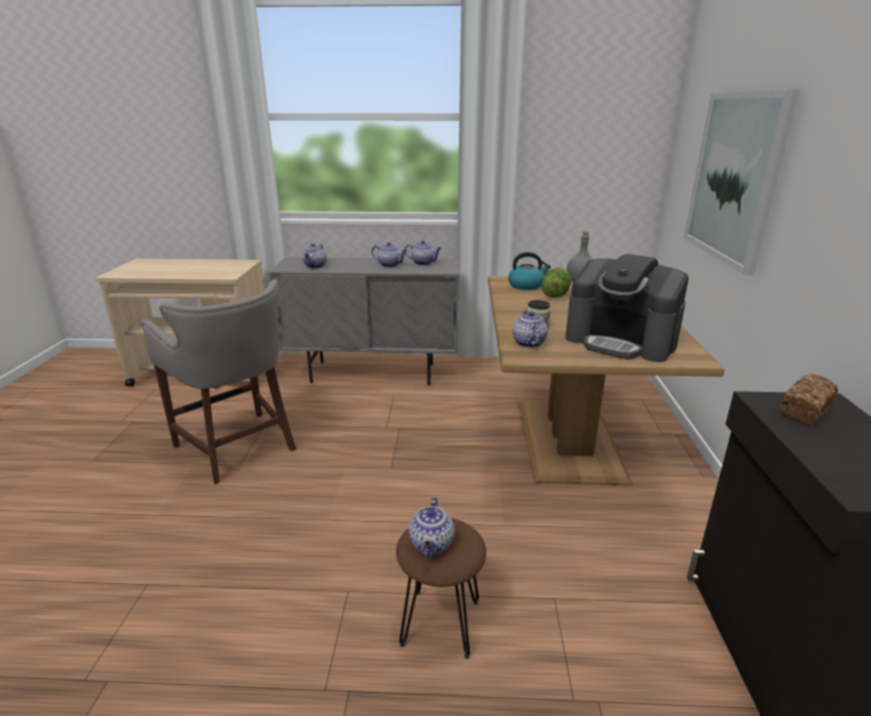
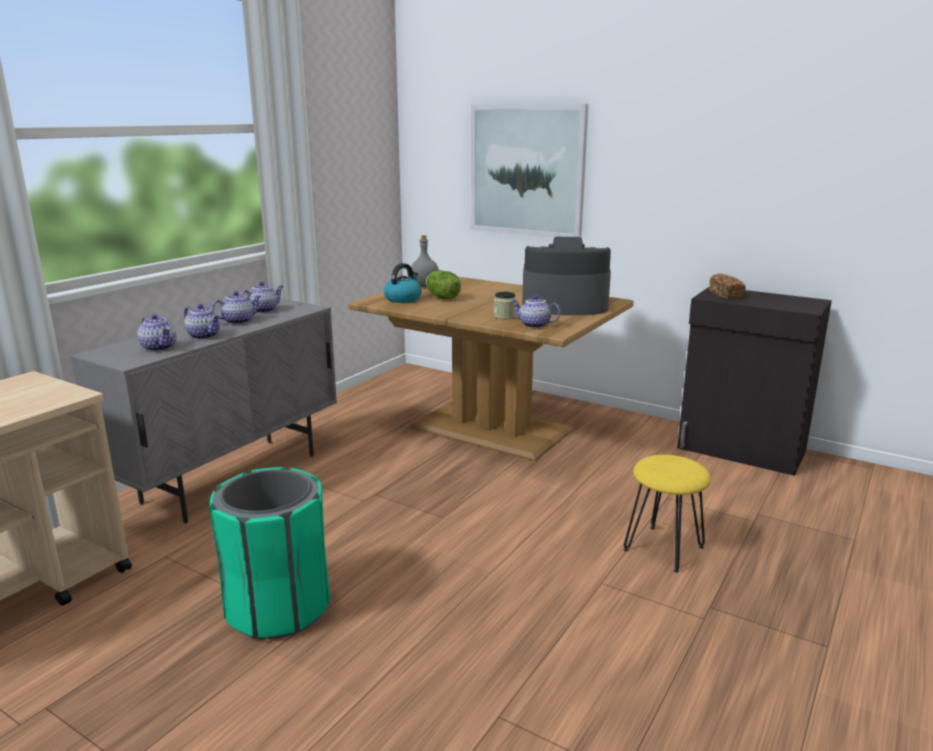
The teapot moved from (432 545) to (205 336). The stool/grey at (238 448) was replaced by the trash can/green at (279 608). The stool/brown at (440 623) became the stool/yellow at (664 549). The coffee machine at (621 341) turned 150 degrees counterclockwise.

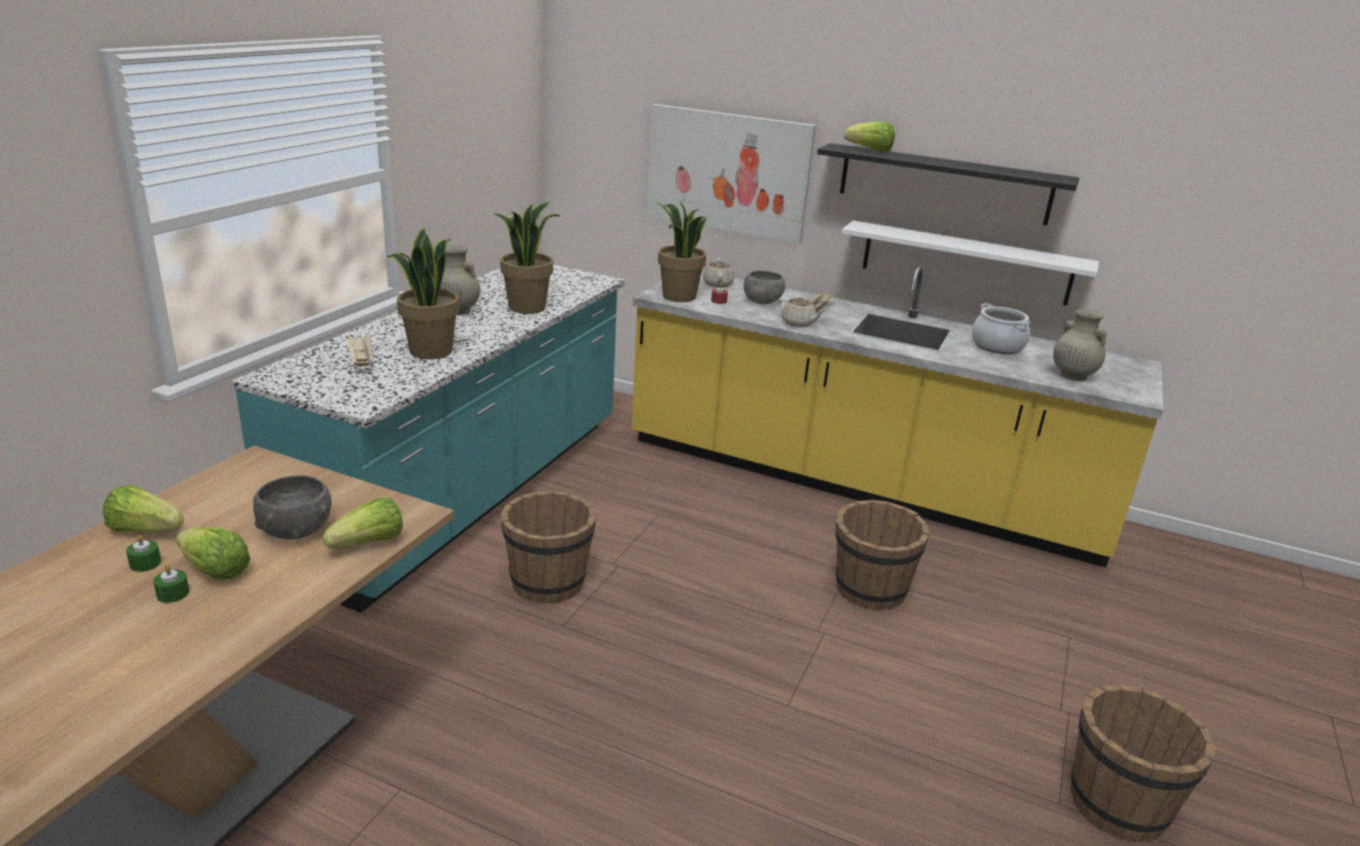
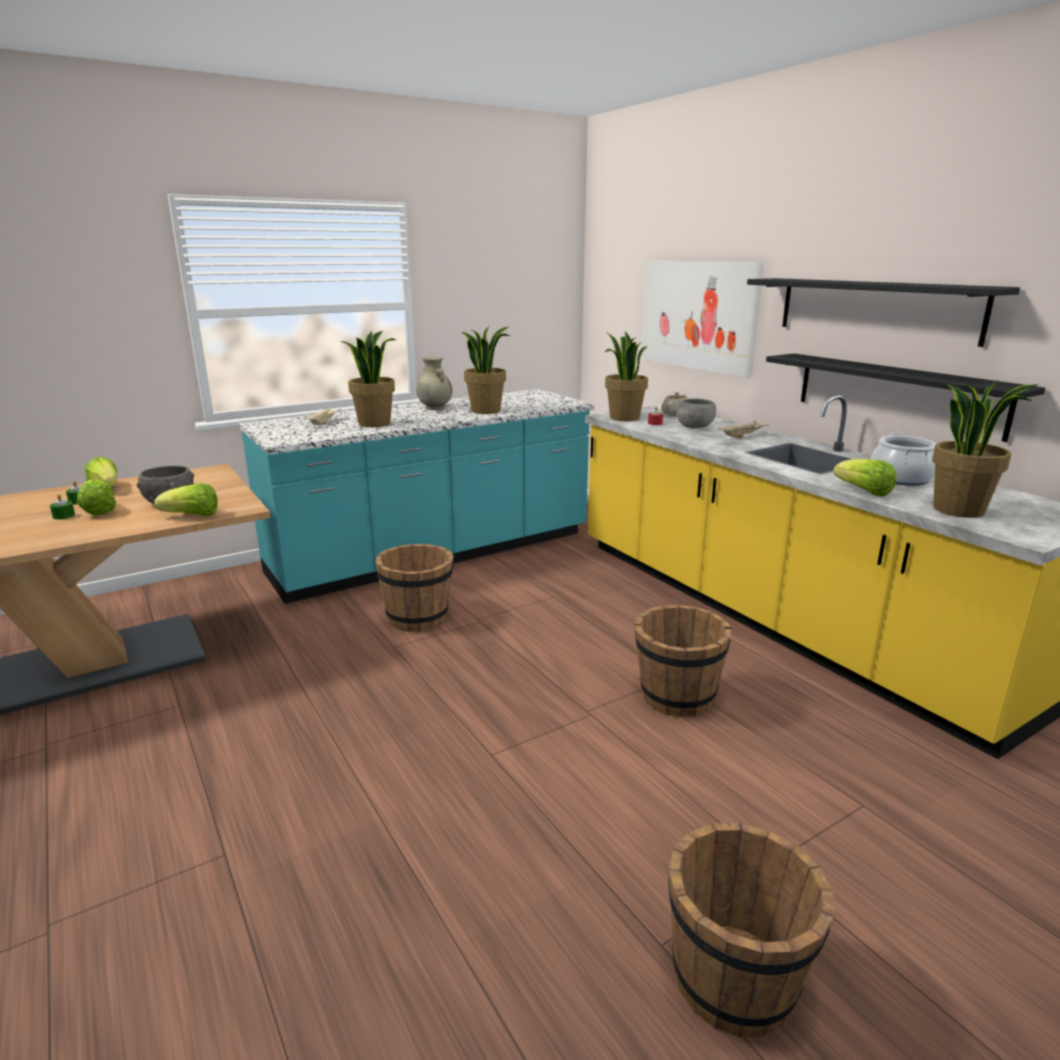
The teapot/beige at (798 323) disappeared. The lettuce moved from (870 150) to (864 492). The vase/beige at (1072 375) was replaced by the potted plant at (959 510). The shelf/white at (965 263) became the shelf/black at (896 393).

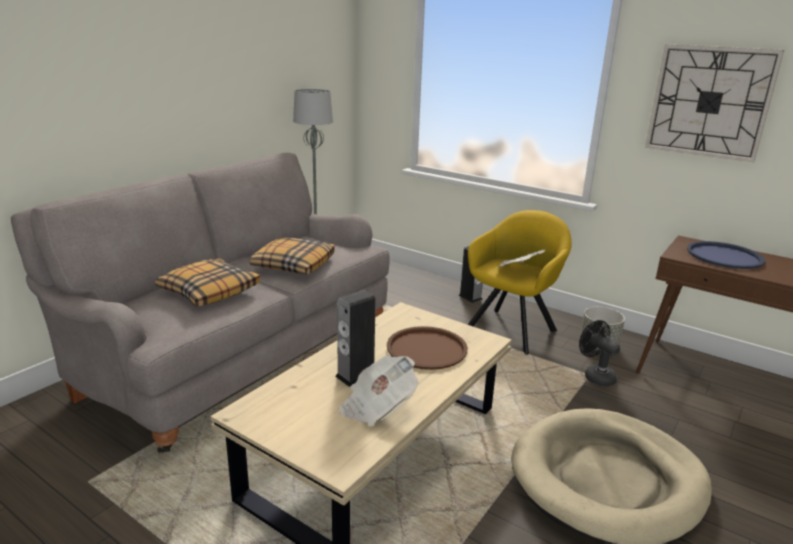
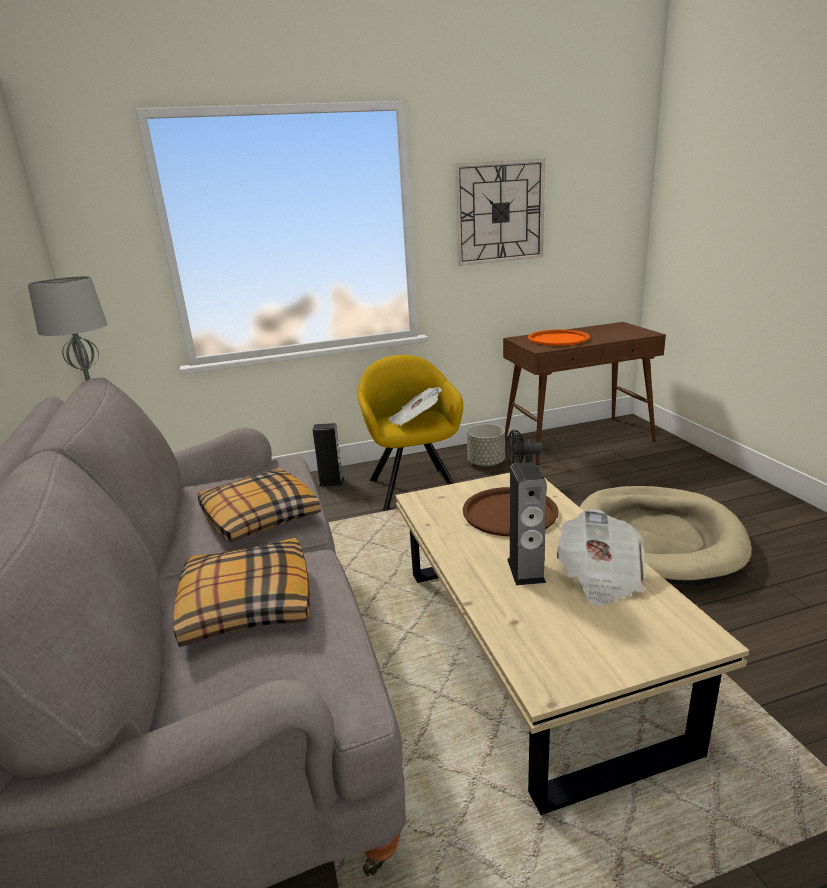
The tray/blue at (724 256) became the tray/orange at (558 339).

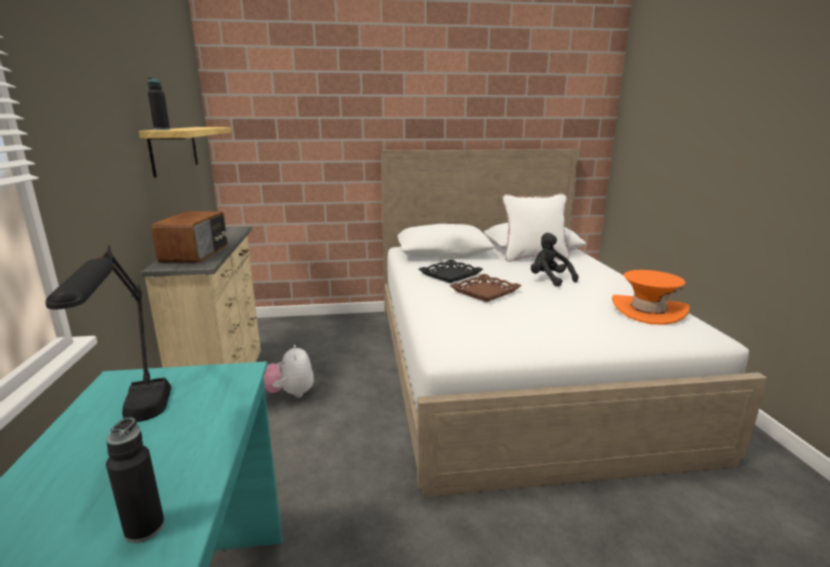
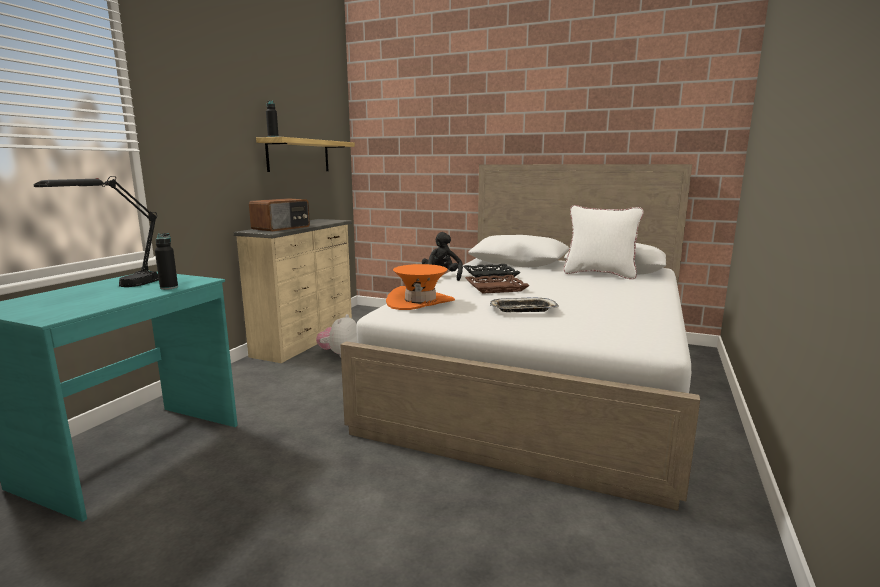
The tray at (522 310) appeared. The bottle/black moved from (144 528) to (169 288). The plush toy/black moved from (549 280) to (442 277). The hat/orange moved from (648 311) to (420 302).

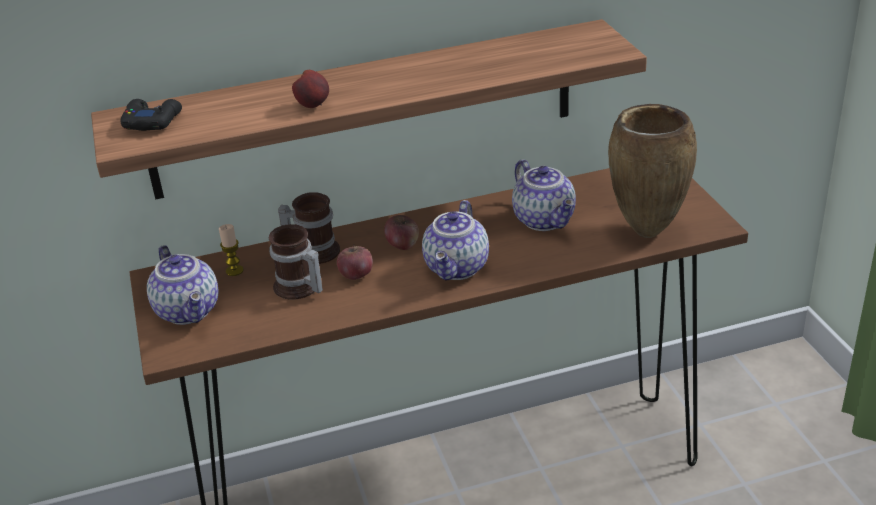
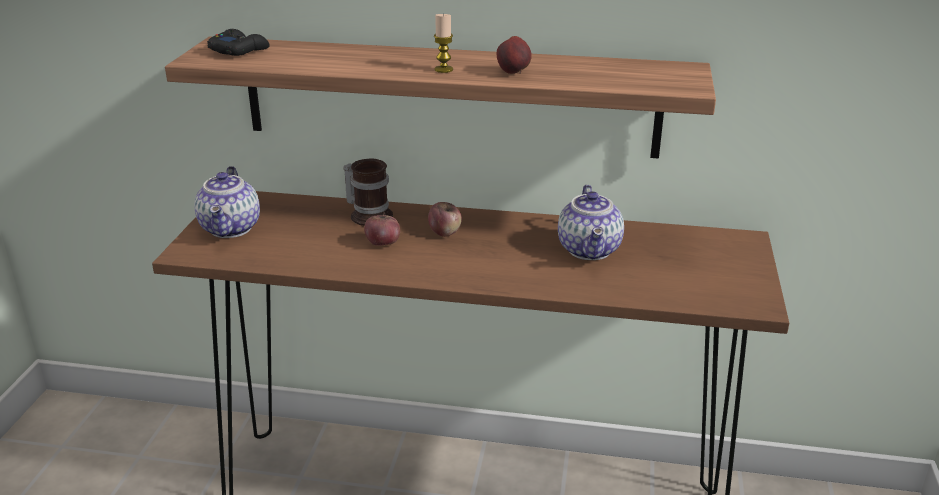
The mug at (298 288) disappeared. The teapot at (458 268) disappeared. The vase/brown at (645 233) disappeared. The candle moved from (234 271) to (443 69). The apple moved from (314 105) to (514 73).

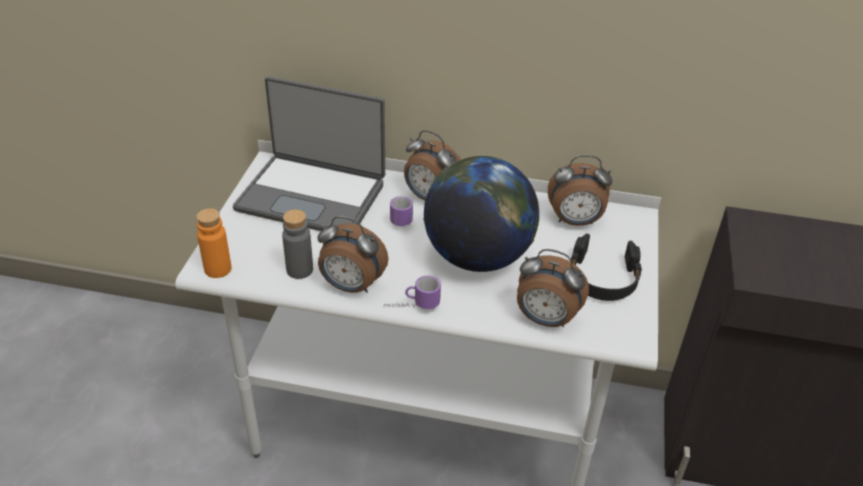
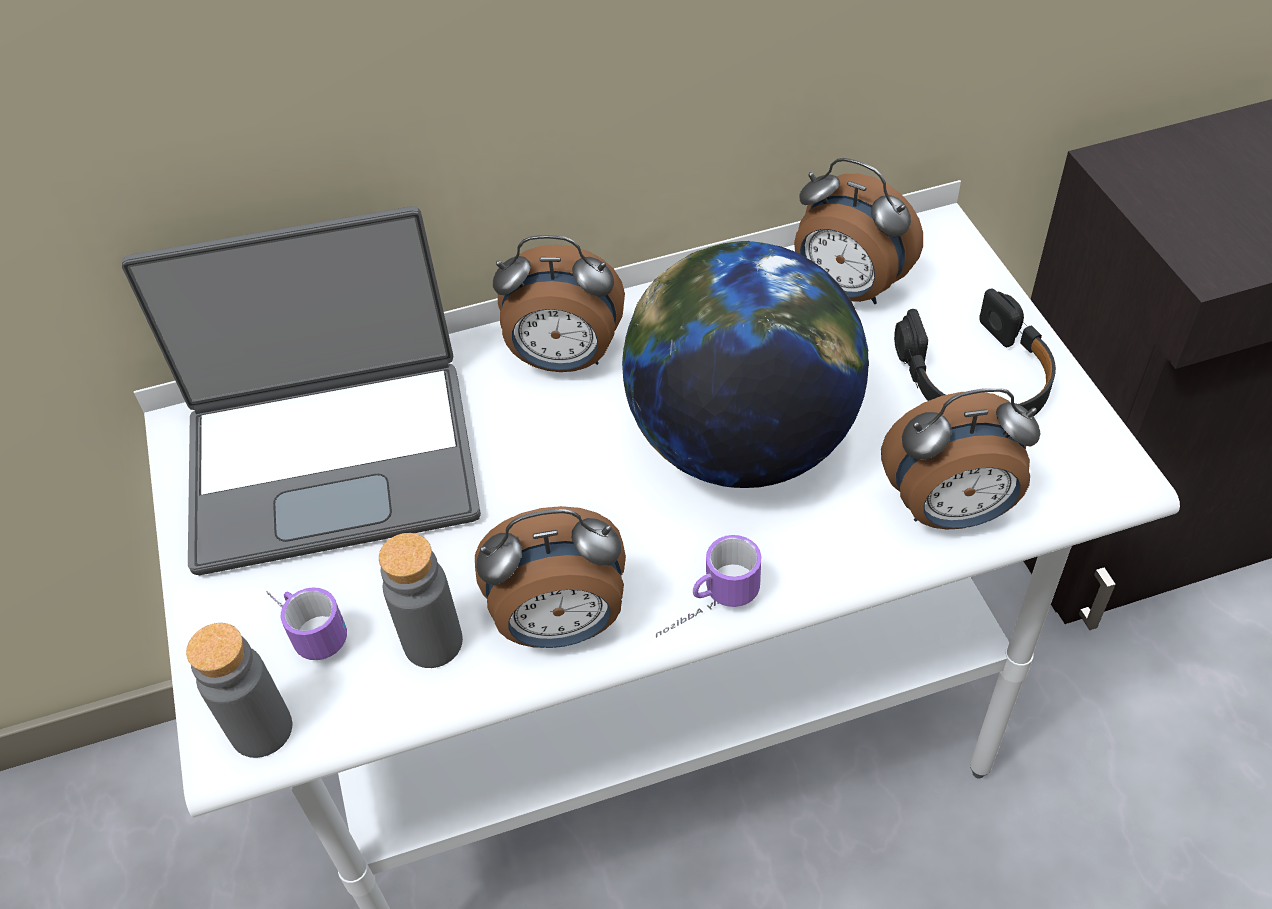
The mug moved from (397 216) to (305 627). The bottle/orange at (218 269) became the bottle/grey at (261 729). The alarm clock at (575 221) turned 60 degrees clockwise.

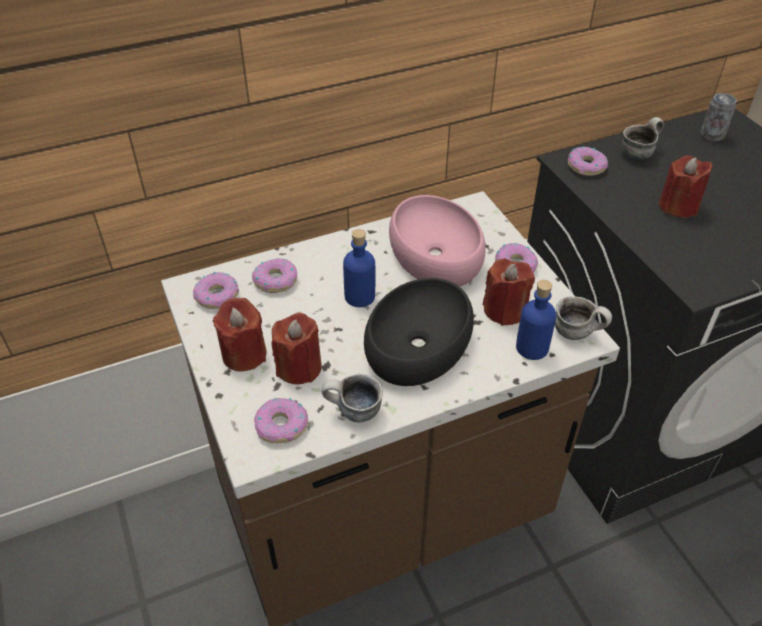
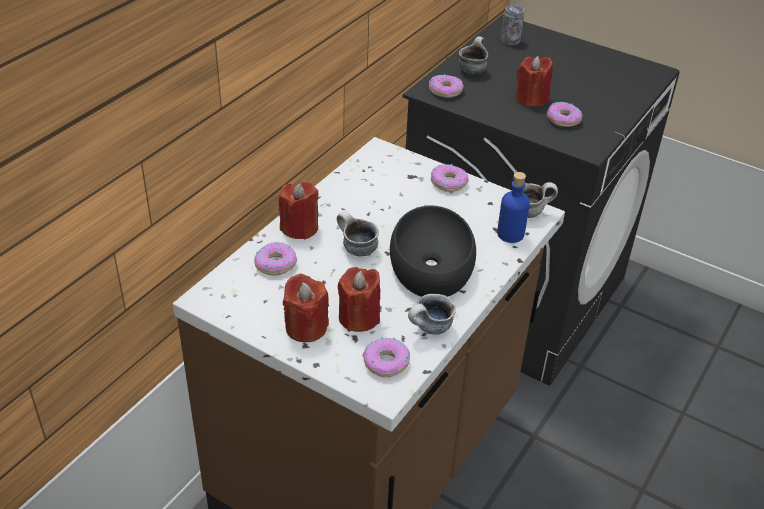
The bowl/pink at (433 254) disappeared. The donut moved from (217 296) to (563 119). The candle/red moved from (505 310) to (299 228). The bottle/blue at (360 296) was replaced by the mug at (355 249).

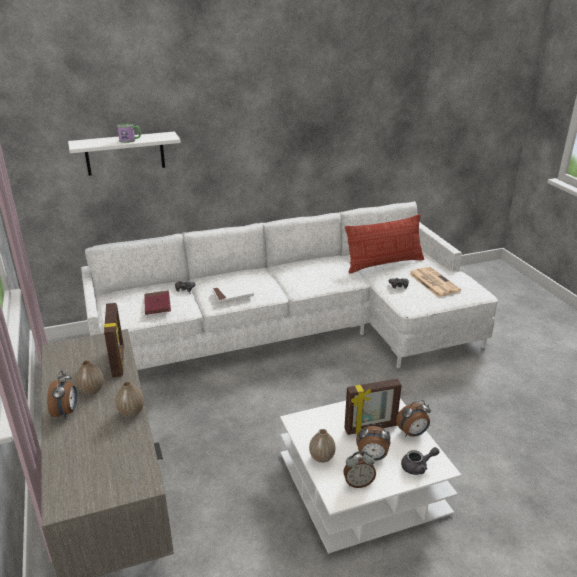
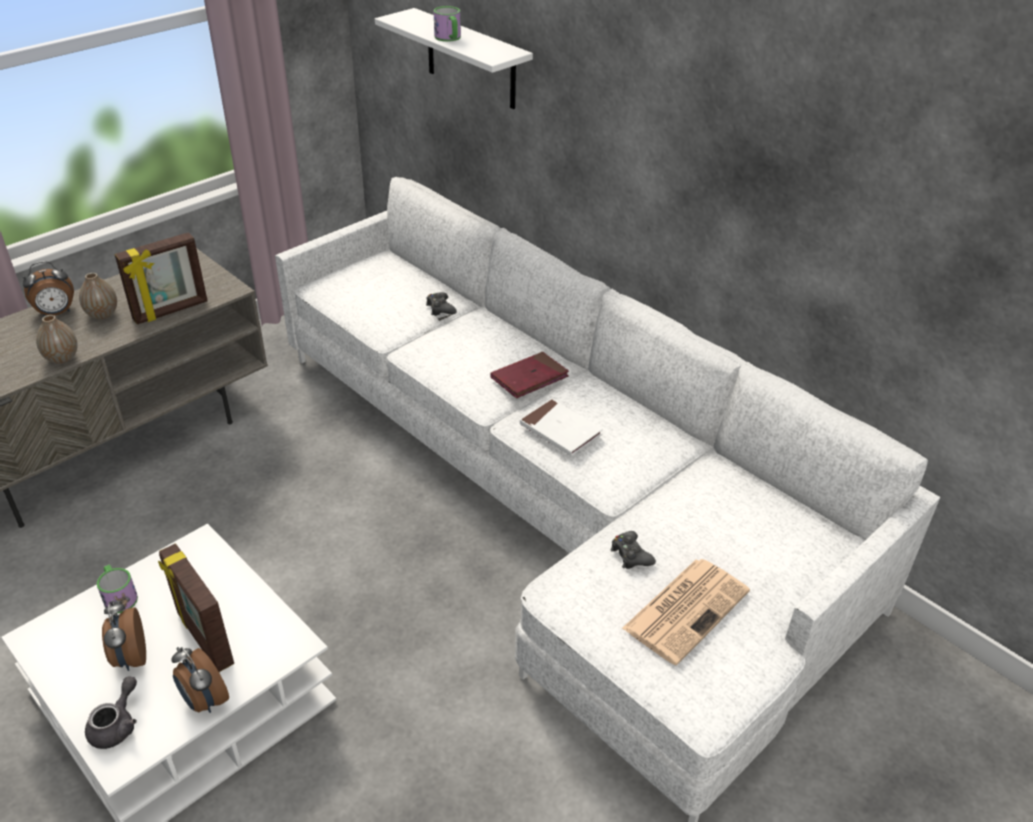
The alarm clock at (358 483) disappeared. The pillow at (384 263) disappeared. The book/red moved from (157 304) to (529 378). The book/white moved from (233 294) to (560 430). The vase at (322 457) was replaced by the mug at (119 596). The teapot/grey at (418 467) turned 120 degrees counterclockwise.

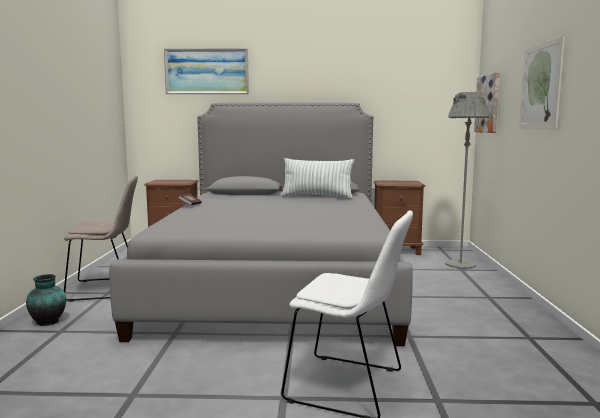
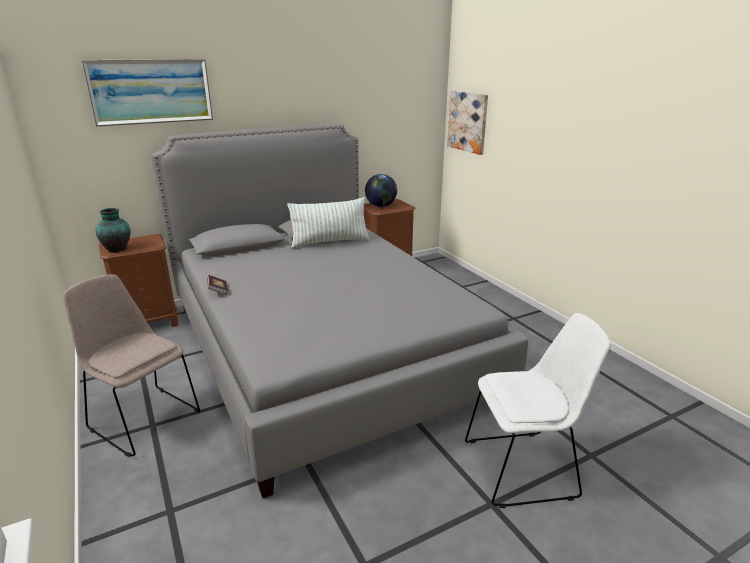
The floor lamp/grey at (460 264) disappeared. The picture at (540 86) disappeared. The globe at (381 206) appeared. The vase moved from (48 322) to (118 249). The chair/beige at (107 289) turned 105 degrees counterclockwise.

